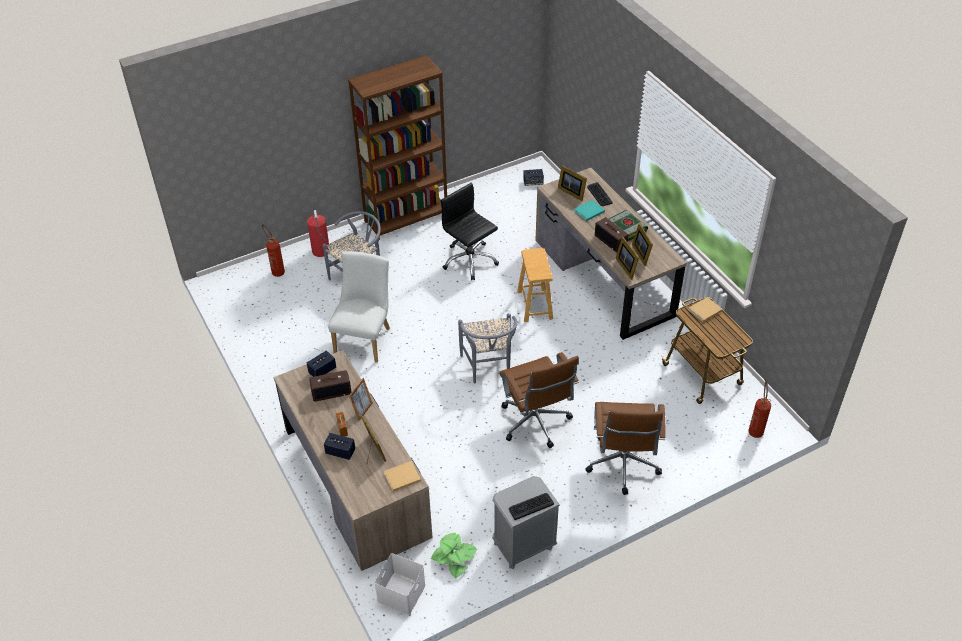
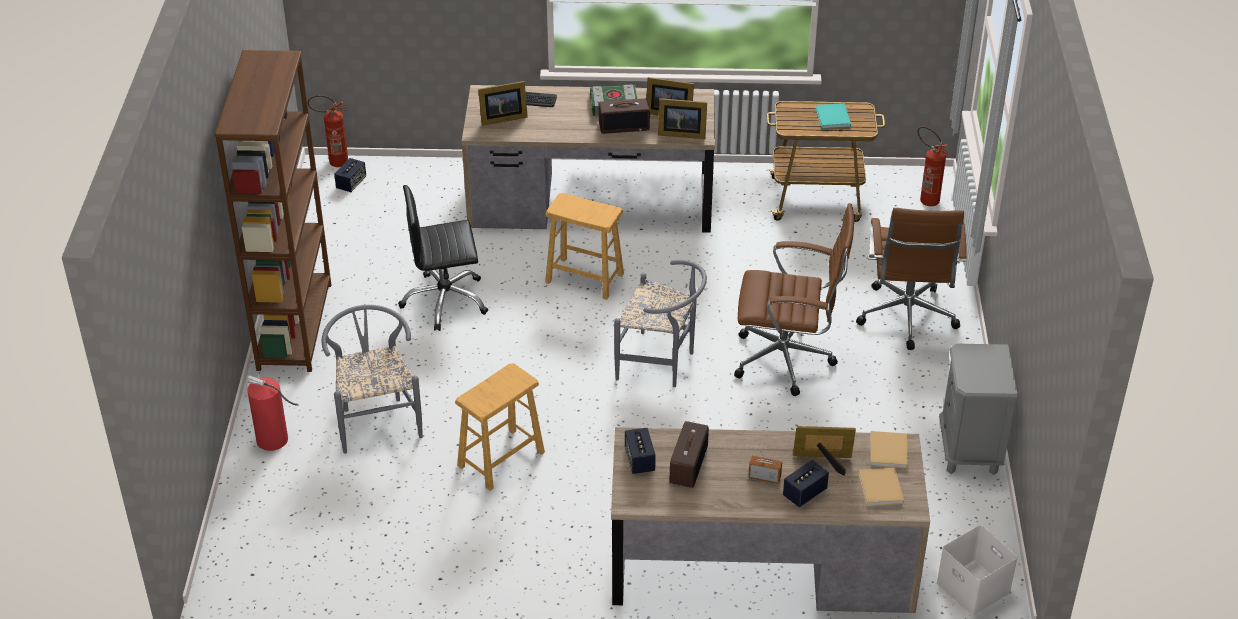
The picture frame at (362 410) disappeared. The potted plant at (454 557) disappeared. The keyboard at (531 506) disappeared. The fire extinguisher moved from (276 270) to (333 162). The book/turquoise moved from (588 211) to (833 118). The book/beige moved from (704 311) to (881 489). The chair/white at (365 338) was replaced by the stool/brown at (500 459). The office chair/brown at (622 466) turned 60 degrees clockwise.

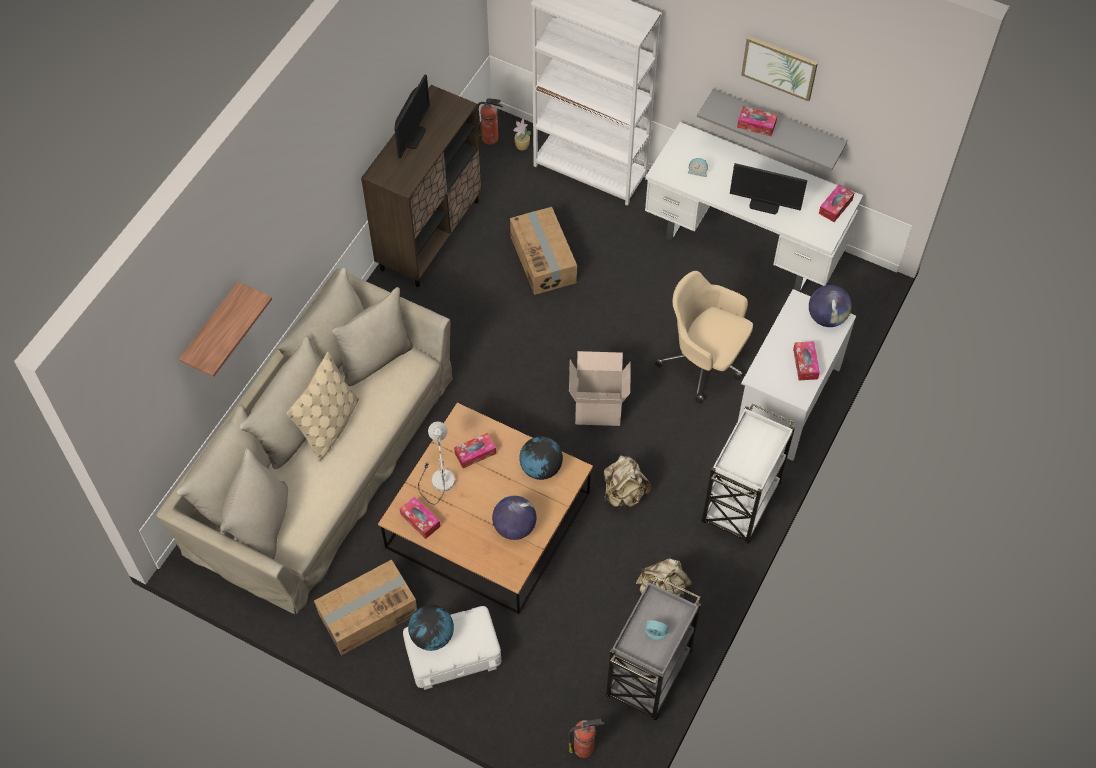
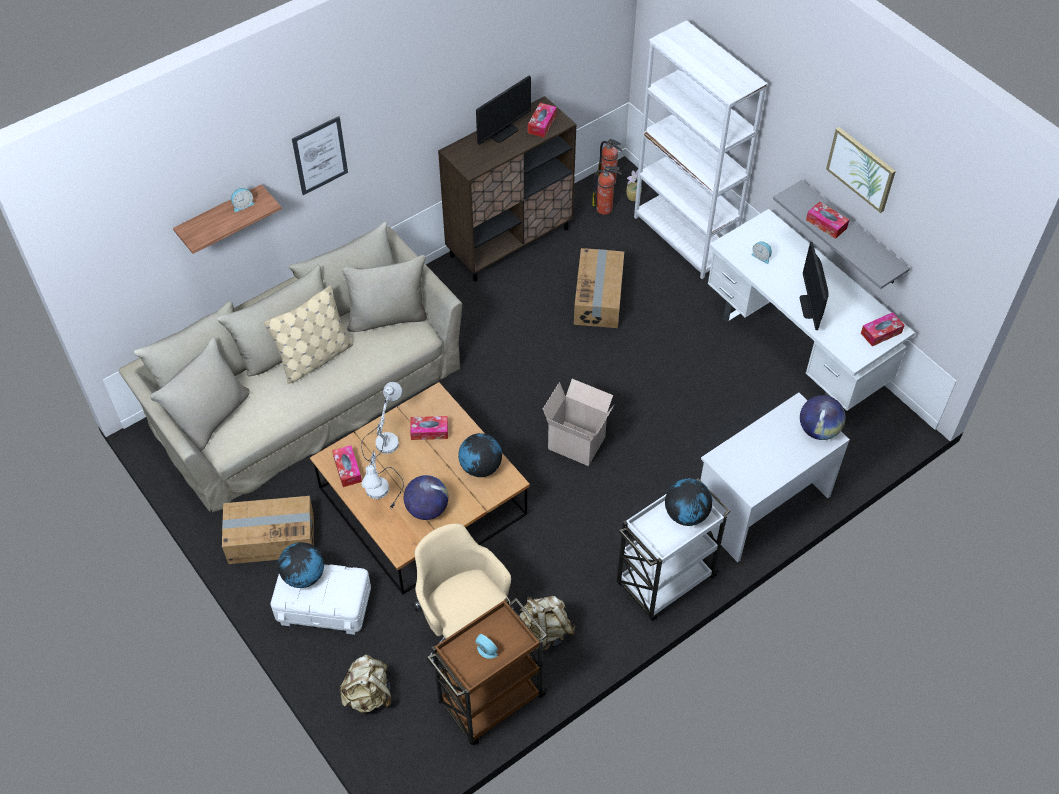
The alarm clock at (242 205) appeared. The picture at (320 155) appeared. The table lamp/white at (384 493) appeared. The globe at (686 514) appeared. The fire extinguisher moved from (585 748) to (605 209). The backpack/beige moved from (624 493) to (368 695). The office chair/beige moved from (704 362) to (463 624). The tissue box moved from (805 364) to (542 124). The cart/grey at (648 675) became the cart/brown at (490 701). The monitor at (764 204) turned 45 degrees clockwise.

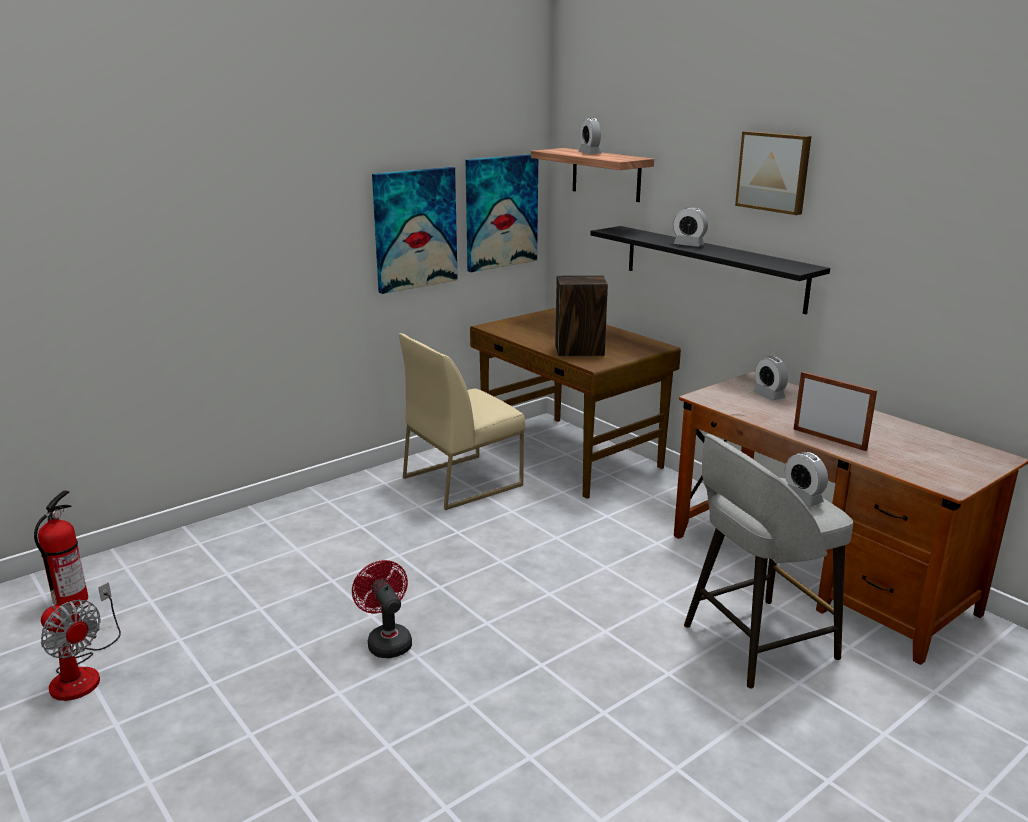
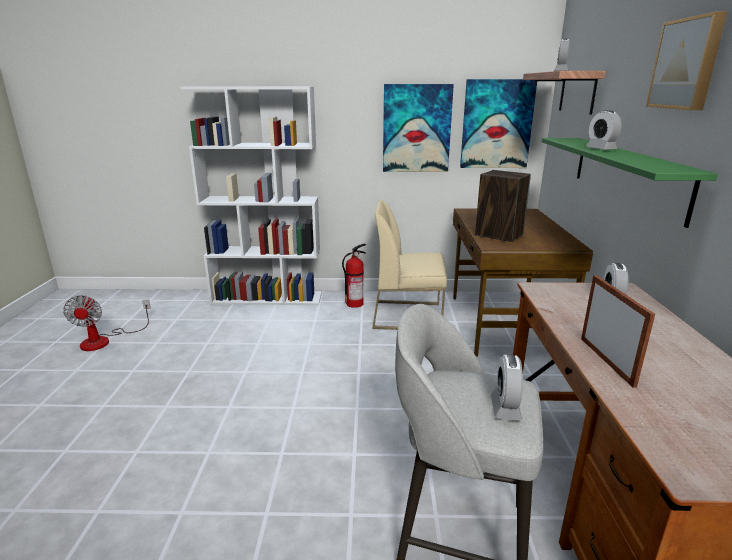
The fan/red at (387 641) disappeared. The bookcase/white at (268 298) appeared. The fire extinguisher moved from (71 600) to (355 303). The shelf/black at (712 267) became the shelf/green at (626 174).

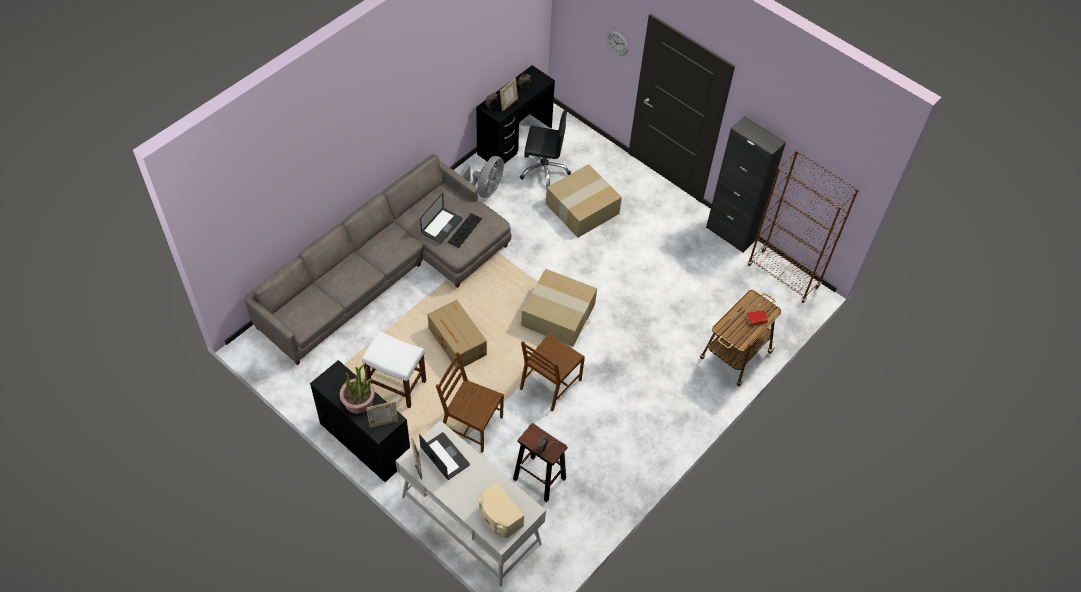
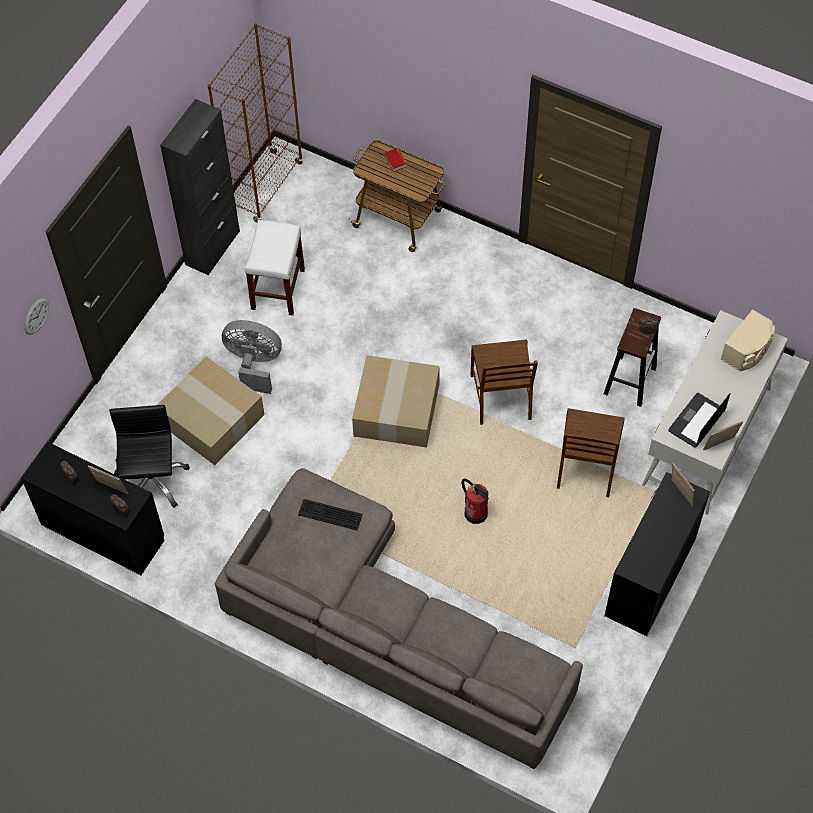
The potted plant at (359 401) disappeared. The laptop at (442 226) disappeared. The stool/white moved from (398 386) to (277 288). The fan/grey moved from (484 190) to (254 364). The cardboard box at (457 343) was replaced by the fire extinguisher at (475 513). The chair/brown at (550 384) turned 60 degrees clockwise.

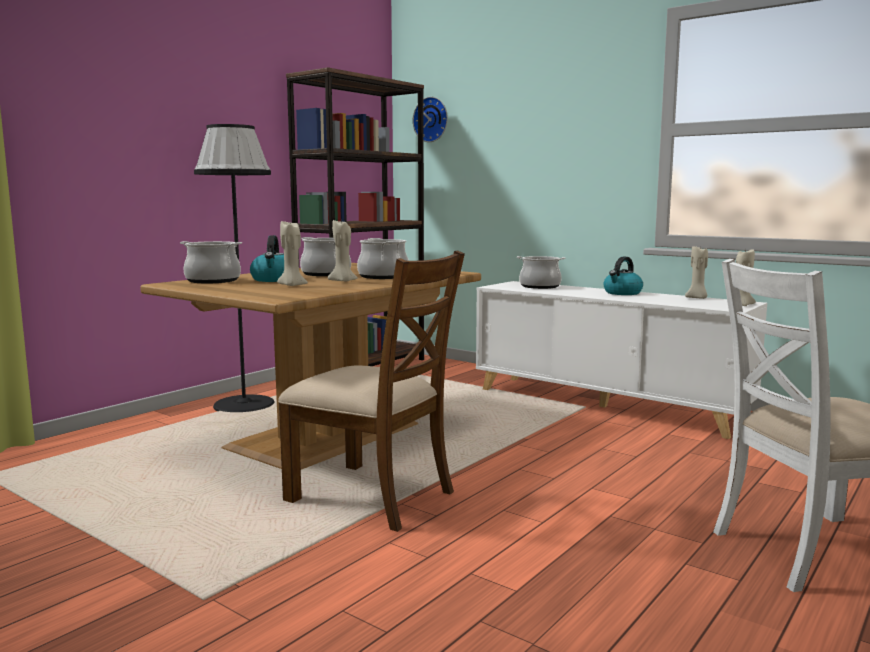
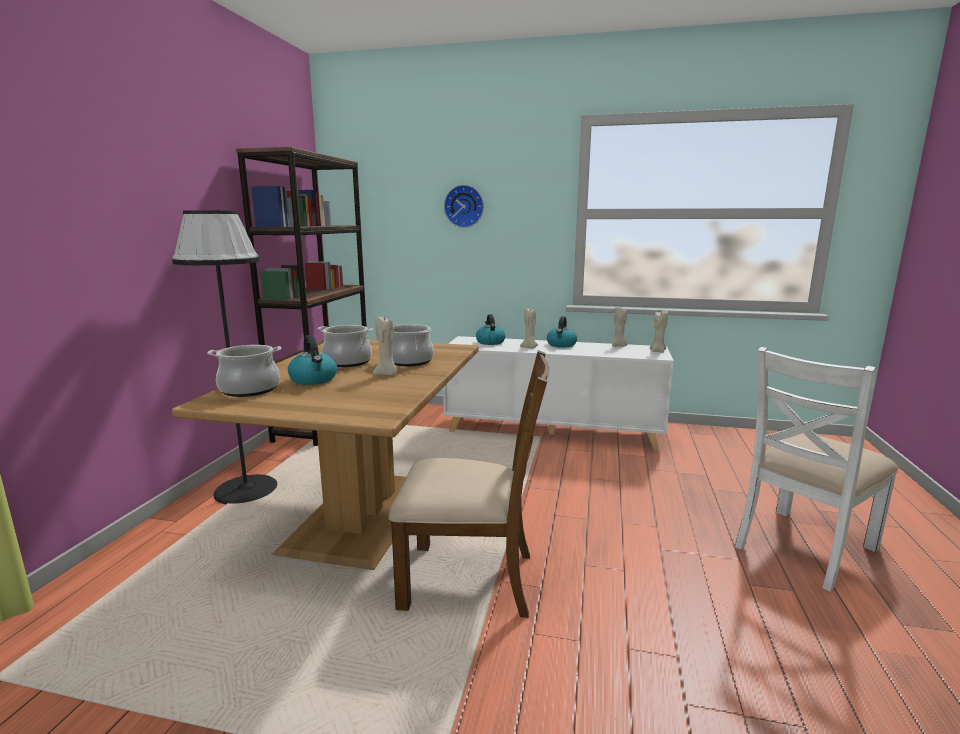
The candle/beige moved from (292 285) to (529 347). The wall clock moved from (432 119) to (464 206). The cooking pot at (540 286) was replaced by the kettle at (490 342).

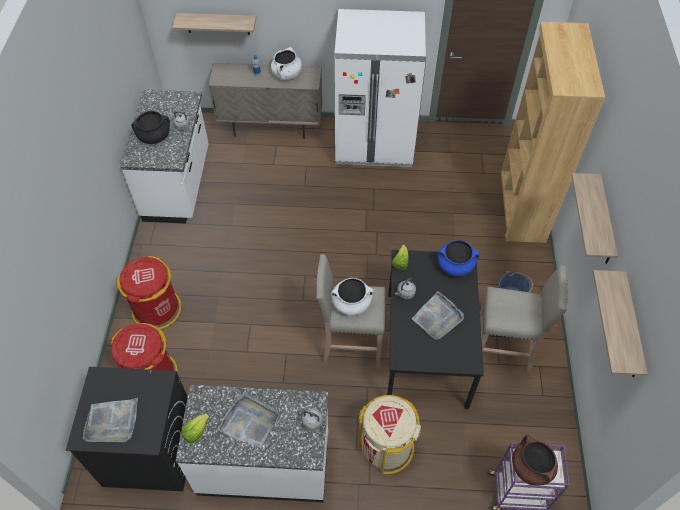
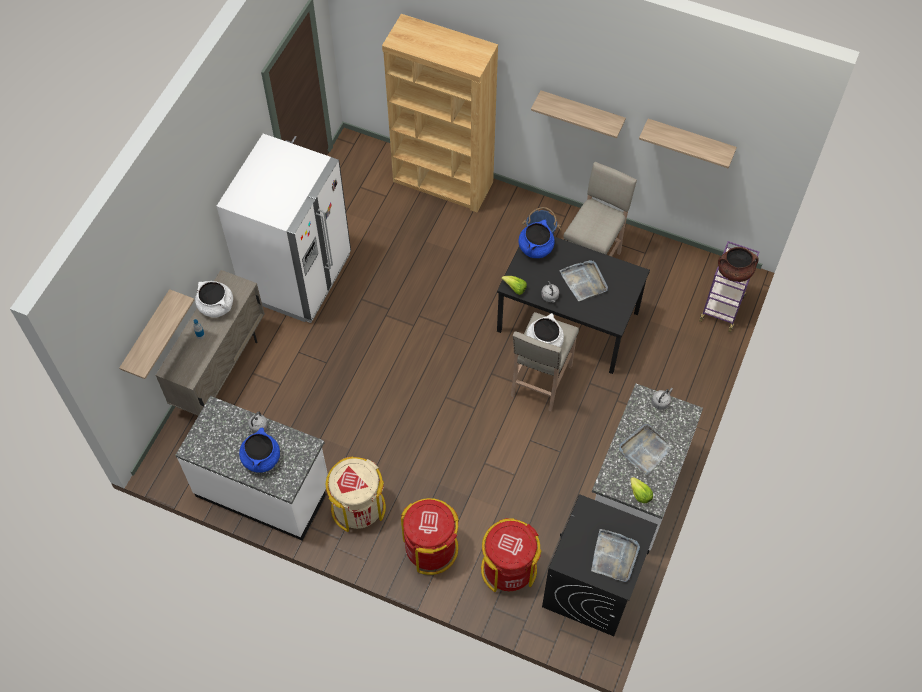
The trash can/beige moved from (386 446) to (358 507). The cooking pot/black at (154 137) became the cooking pot/blue at (261 458).

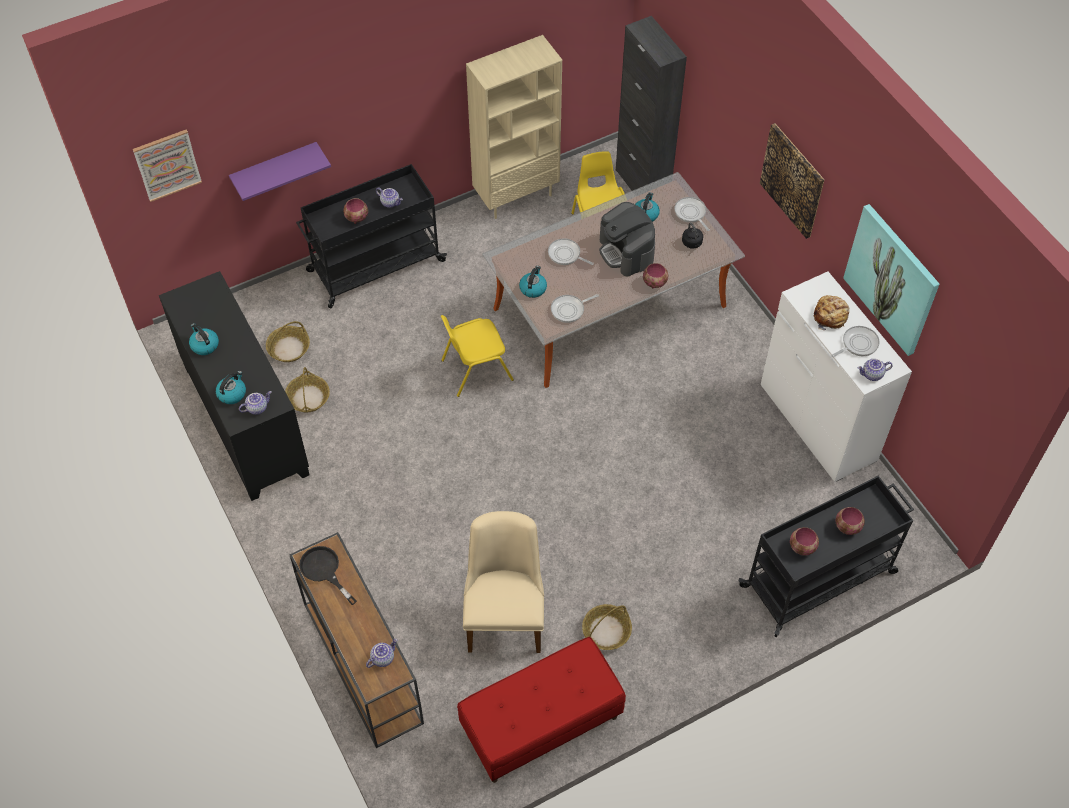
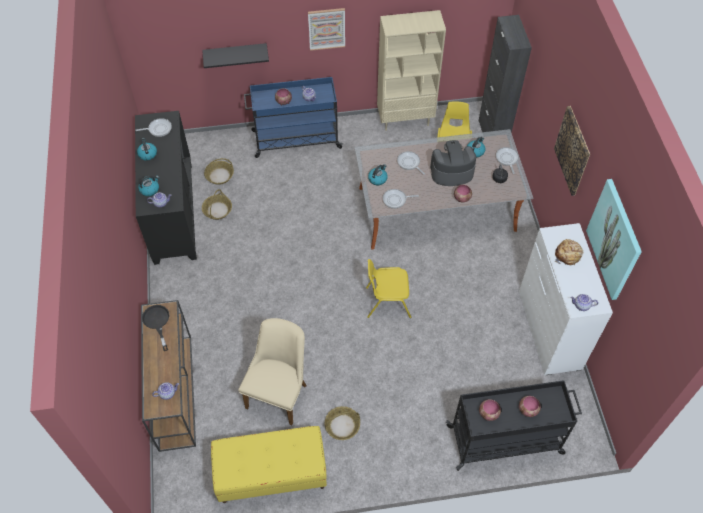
The picture moved from (167 165) to (326 28). The chair/yellow moved from (475 369) to (387 301). The frying pan moved from (858 344) to (158 129). The shelf/purple at (275 169) became the shelf/black at (235 54). The cart/black at (374 266) became the cart/blue at (295 139). The bench/red at (541 725) became the bench/yellow at (271 474). The coffee machine at (626 252) turned 90 degrees clockwise.

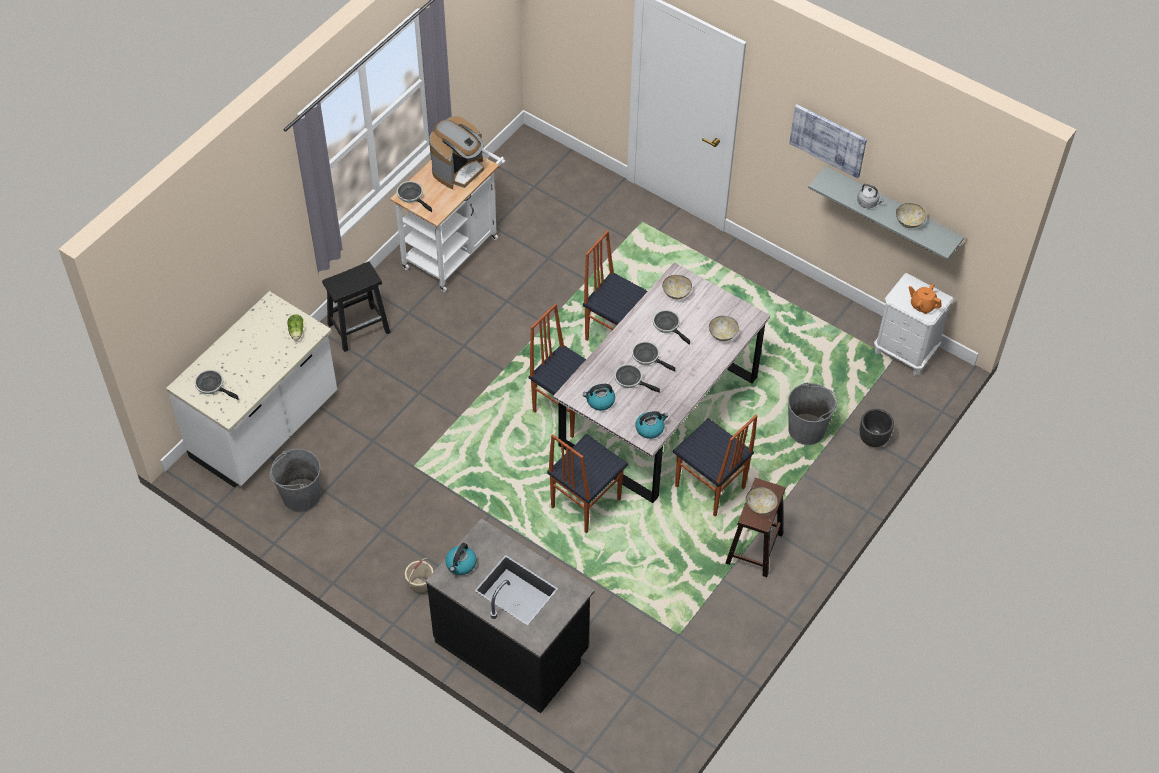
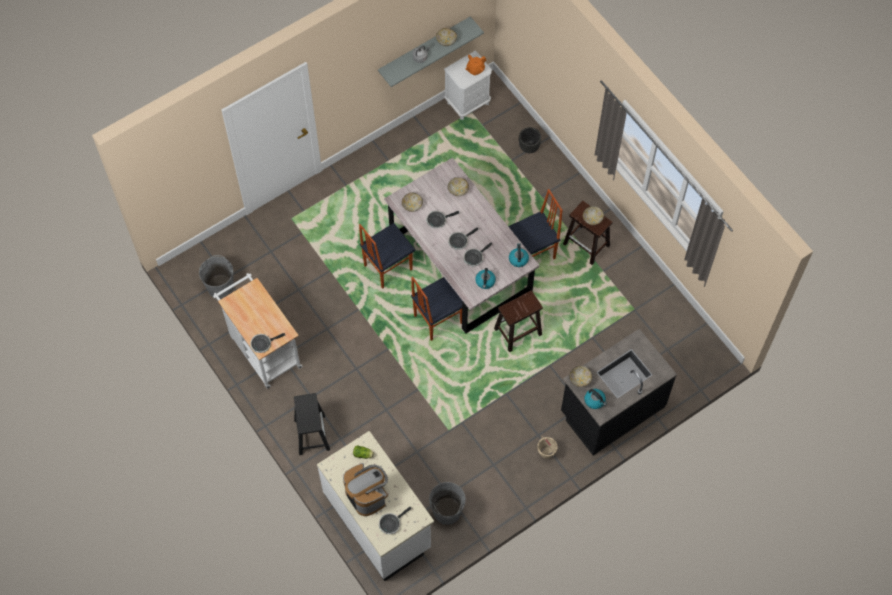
The picture at (828 140) disappeared. The bowl at (579 379) appeared. The coffee machine moved from (459 170) to (366 494). The bucket/grey moved from (807 430) to (220 286). The chair at (584 503) was replaced by the stool/brown at (517 332).

